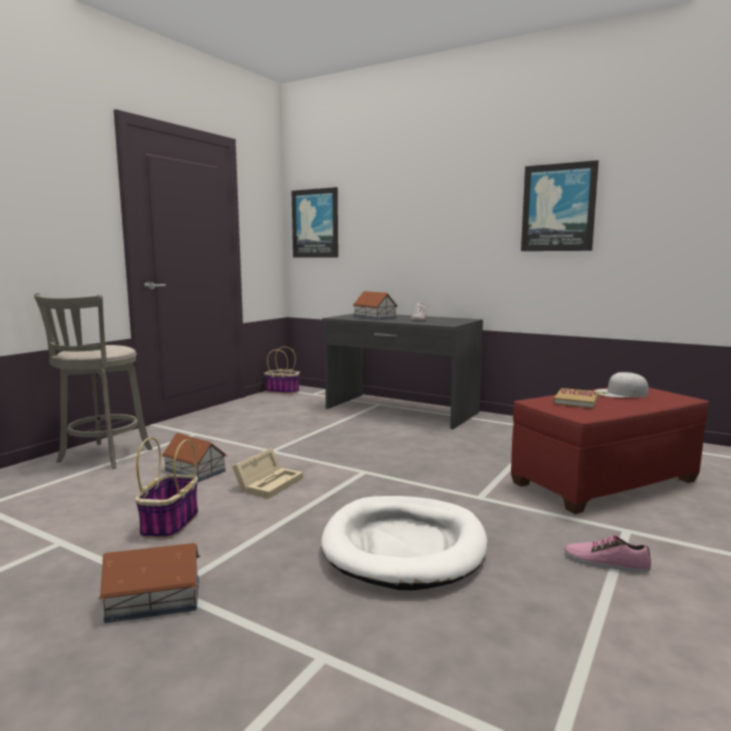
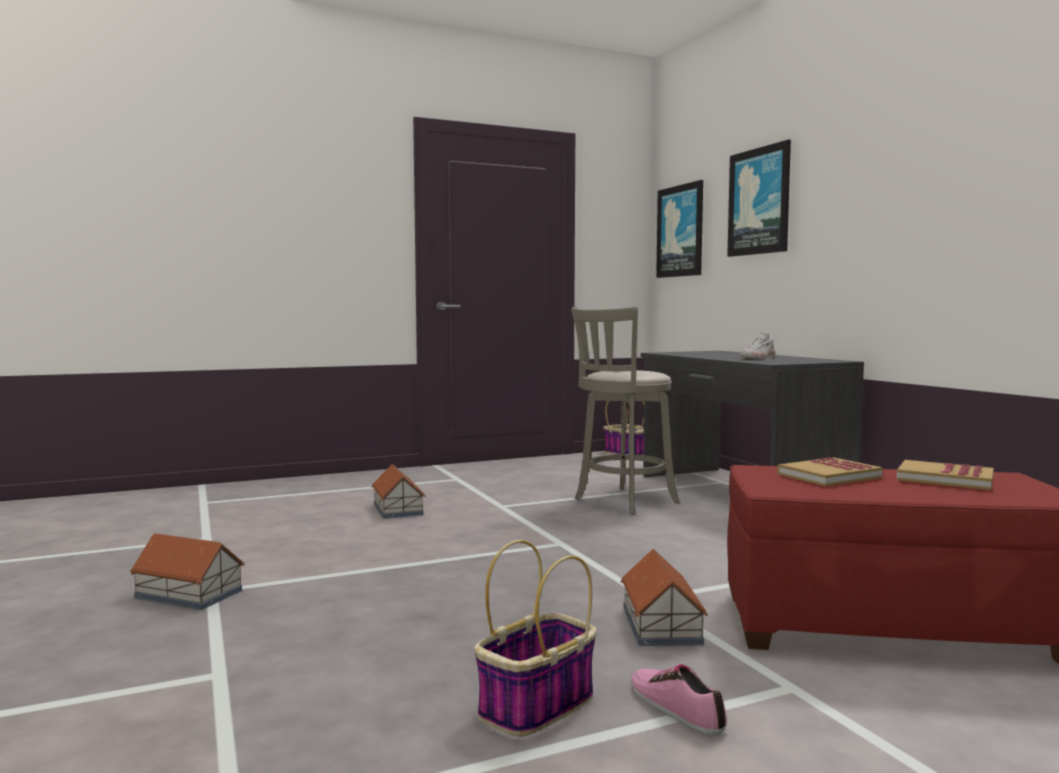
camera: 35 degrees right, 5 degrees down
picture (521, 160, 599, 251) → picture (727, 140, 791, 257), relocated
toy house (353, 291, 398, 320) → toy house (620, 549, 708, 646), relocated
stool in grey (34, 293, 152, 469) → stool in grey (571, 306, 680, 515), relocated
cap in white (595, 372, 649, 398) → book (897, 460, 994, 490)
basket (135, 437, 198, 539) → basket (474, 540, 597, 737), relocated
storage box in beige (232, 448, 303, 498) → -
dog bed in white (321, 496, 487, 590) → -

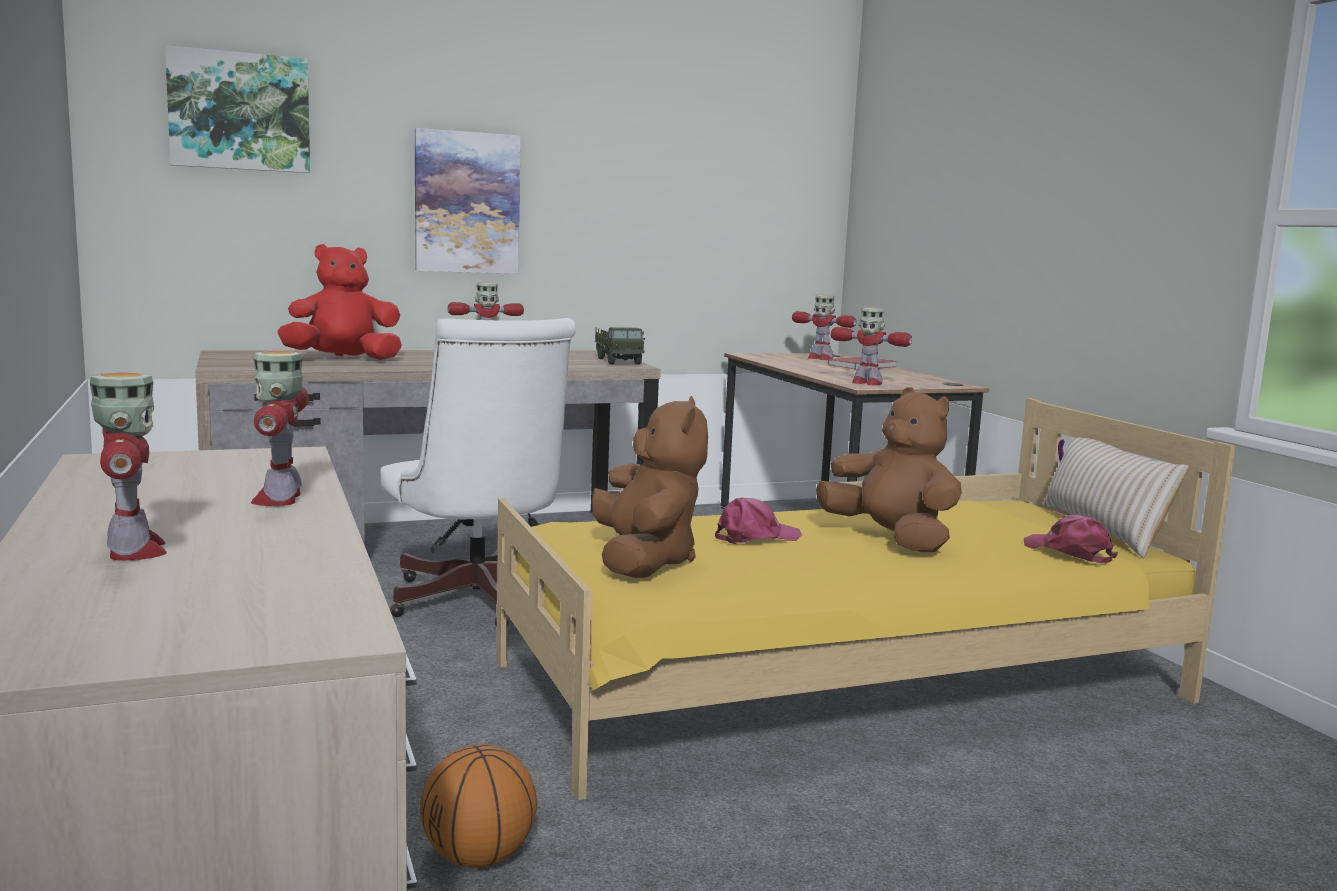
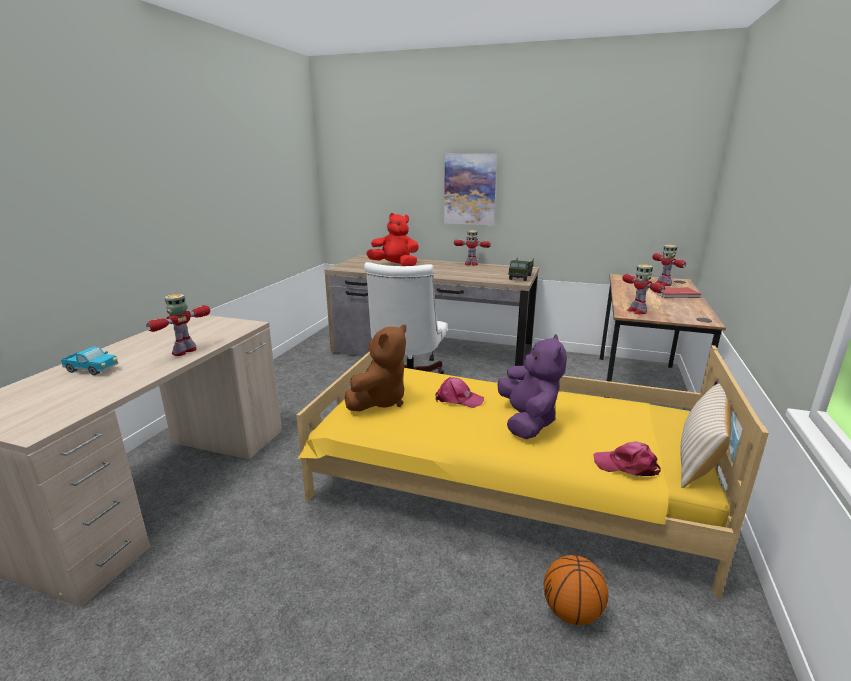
camera: 40 degrees right, 10 degrees up
picture (165, 45, 310, 173) → -
toy robot (90, 372, 167, 561) → toy truck (61, 347, 119, 375)
plush toy in brown (816, 387, 962, 552) → plush toy in purple (497, 334, 567, 439)
cap in pink (1024, 515, 1118, 563) → cap in pink (593, 442, 661, 476), 75 degrees counterclockwise
basketball (420, 744, 537, 868) → basketball (544, 555, 608, 625), relocated

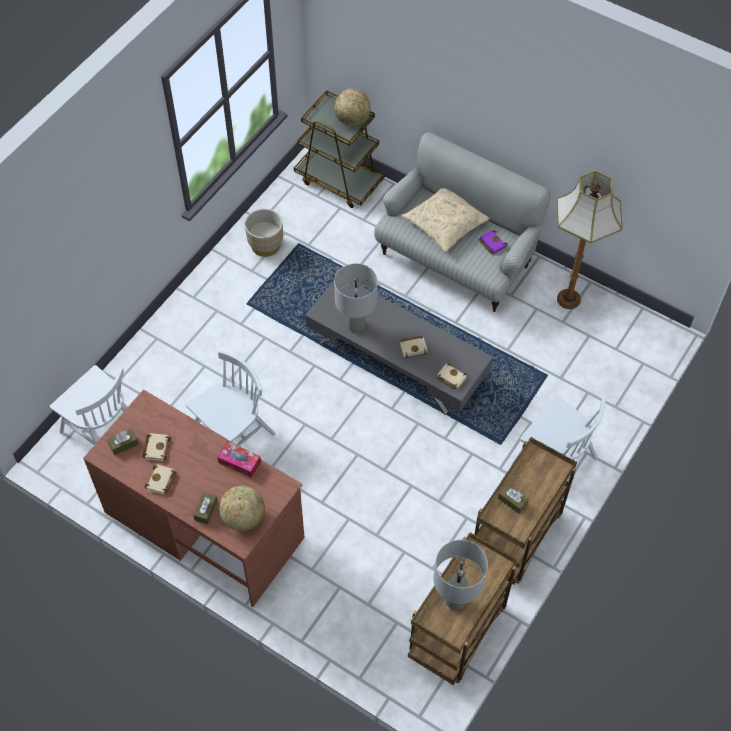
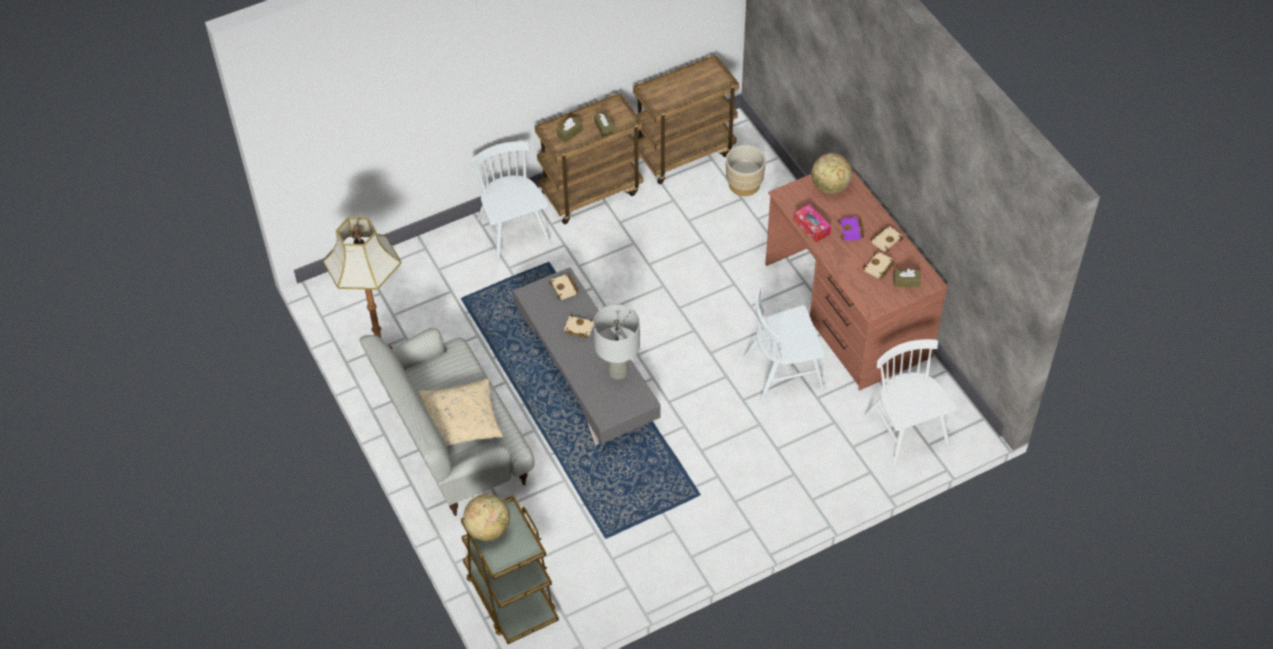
camera: 150 degrees left, 5 degrees down
planter in beige (245, 209, 283, 257) → planter in beige (726, 145, 766, 196), relocated
book in purple (478, 230, 507, 254) → book in purple (838, 217, 864, 241), relocated
tissue box in brown (193, 492, 217, 524) → tissue box in brown (557, 117, 583, 143), relocated
table lamp in grey (434, 540, 488, 610) → -

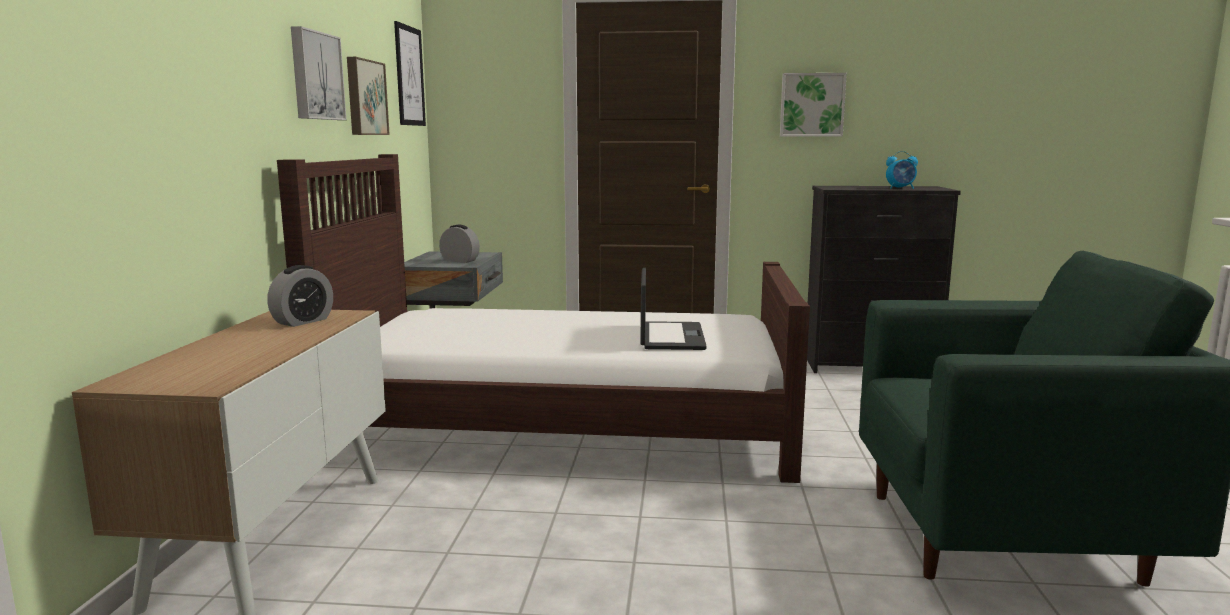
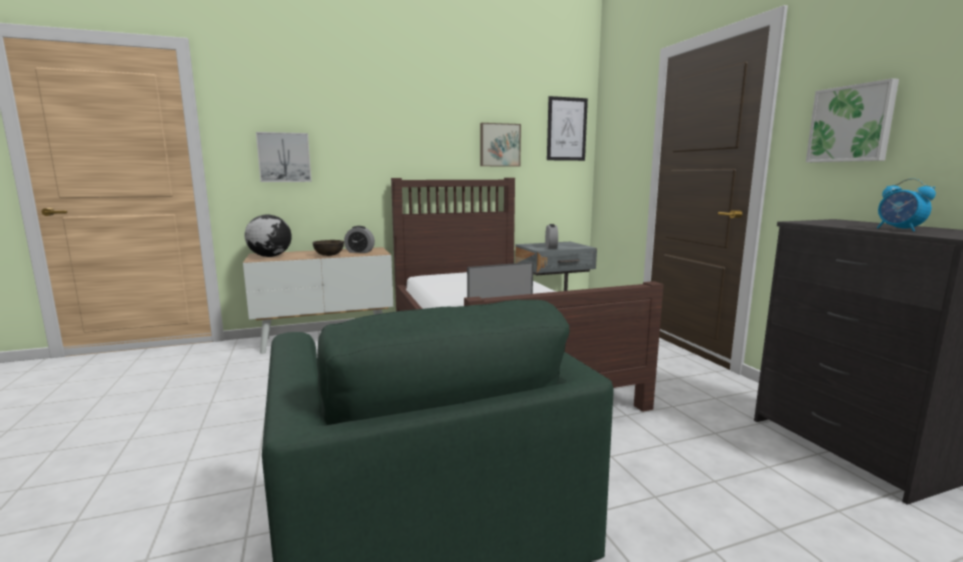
camera: 65 degrees right, 0 degrees up
picture (291, 26, 346, 120) → picture (256, 132, 312, 182), relocated
- → globe (245, 214, 292, 257)
- → bowl in brown (313, 240, 344, 256)

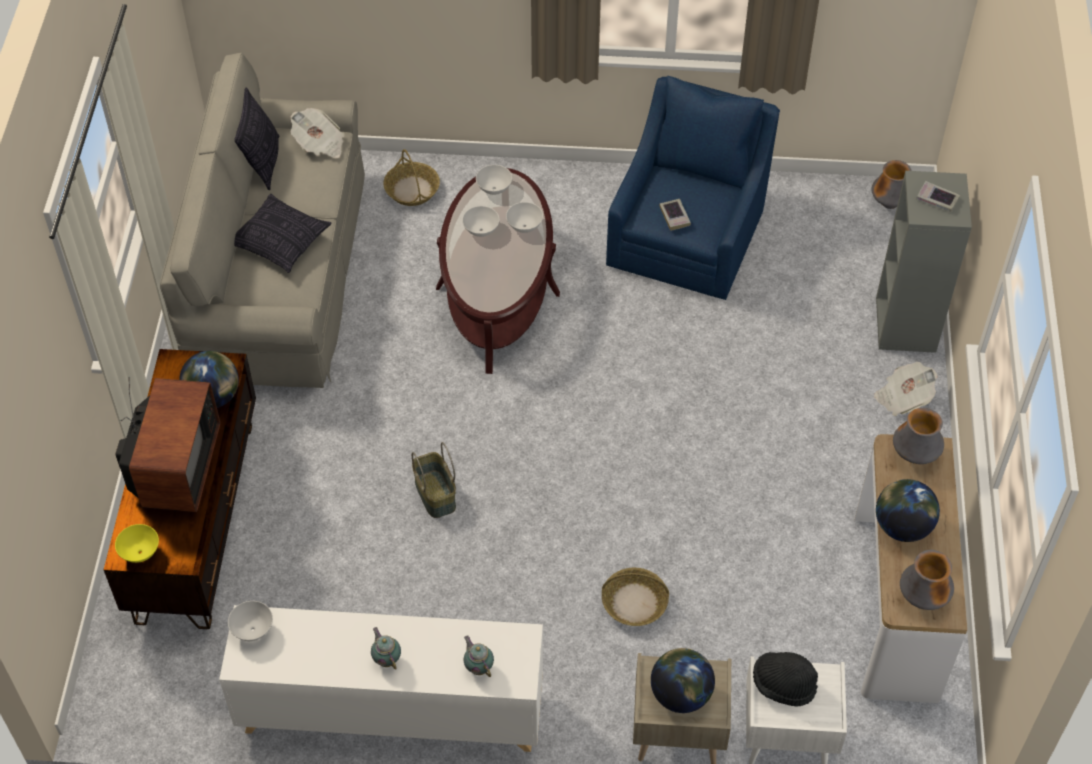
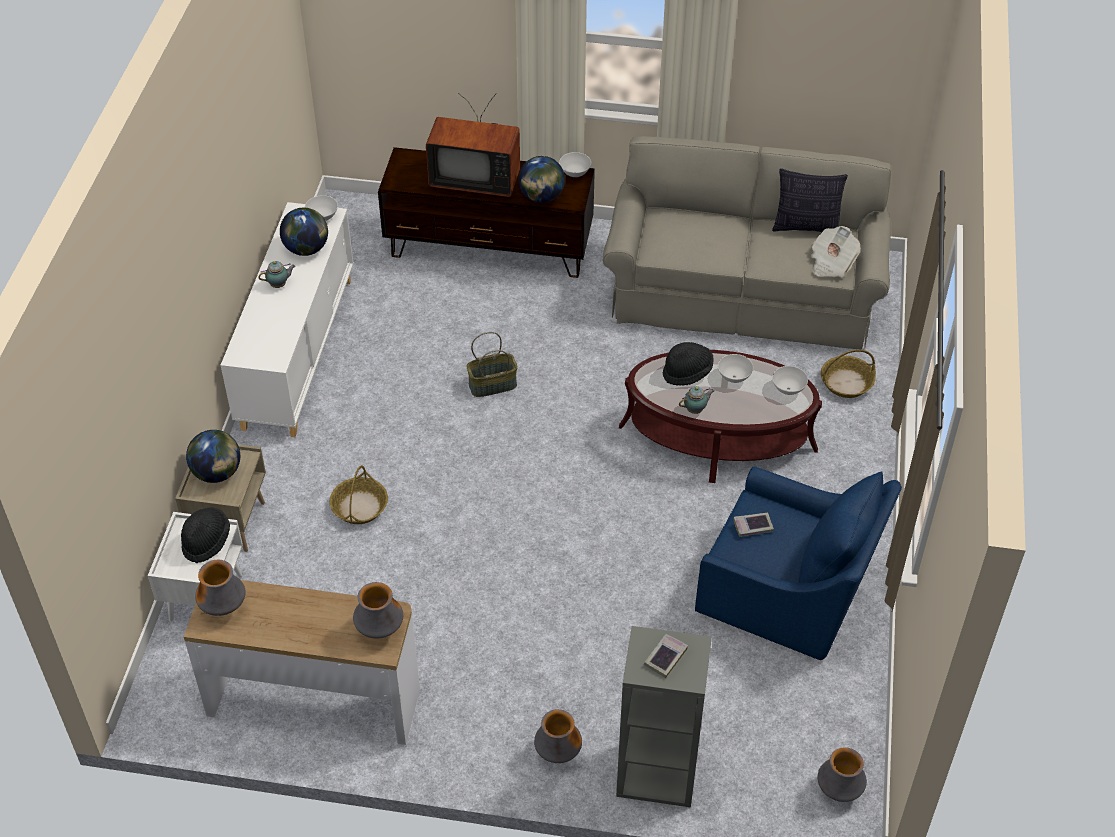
camera: 95 degrees right, 5 degrees down
pillow (234, 194, 331, 273) → -
bowl in white (506, 202, 543, 233) → bowl in white (559, 152, 591, 177), relocated
newspaper (874, 362, 938, 416) → vase (534, 709, 582, 763)
globe (876, 479, 940, 542) → globe (280, 208, 328, 256), relocated
bowl in yellow (115, 524, 159, 563) → -
teapot (464, 636, 494, 677) → teapot (679, 386, 715, 414), relocated
- → hat in black (663, 342, 714, 386)

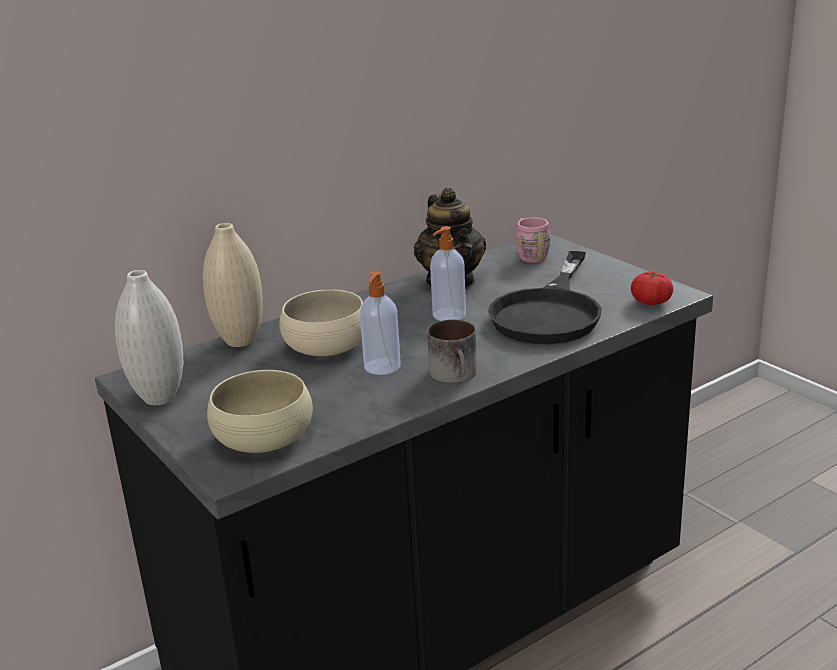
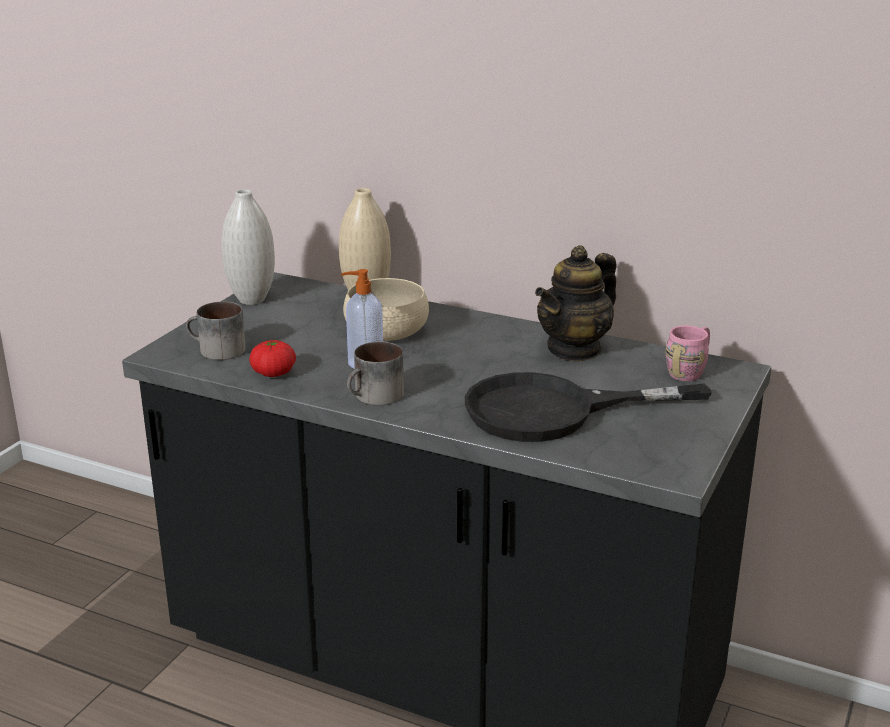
camera: 60 degrees right, 0 degrees up
soap dispenser (430, 226, 466, 321) → -
tomato (631, 272, 673, 305) → tomato (249, 340, 296, 377), relocated
bowl in beige (207, 370, 313, 453) → mug (186, 302, 246, 360)

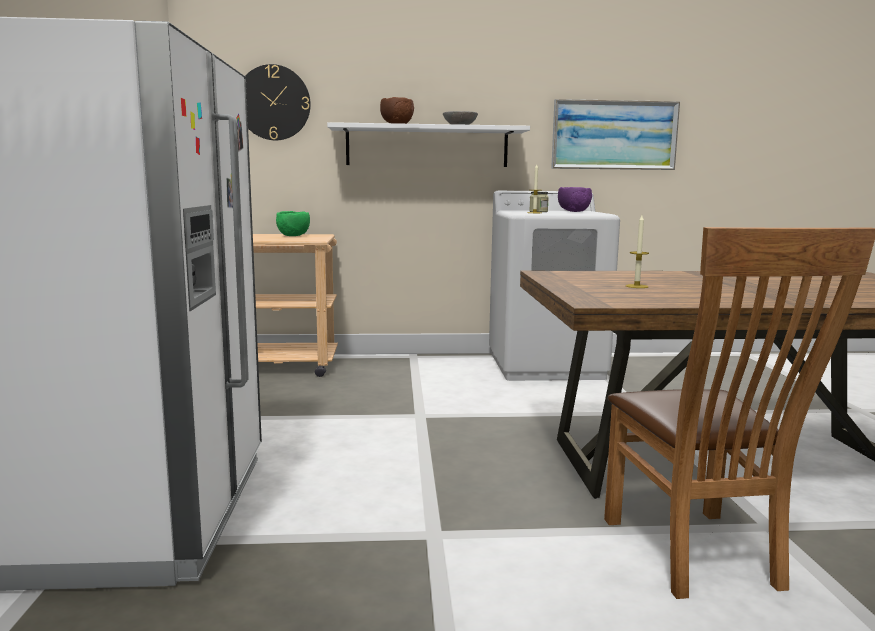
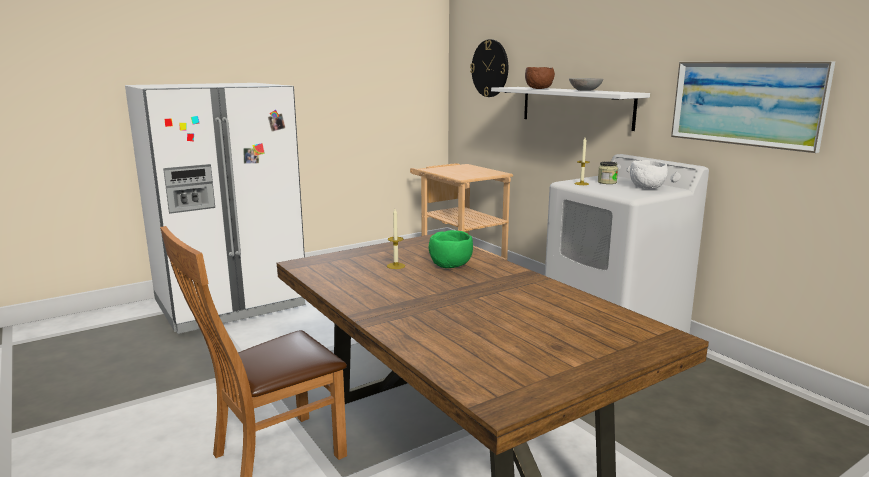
camera: 60 degrees right, 5 degrees up
bowl in purple (558, 187, 592, 212) → bowl in white (630, 160, 668, 189)
bowl in green (276, 211, 310, 236) → bowl in green (429, 230, 473, 268), relocated

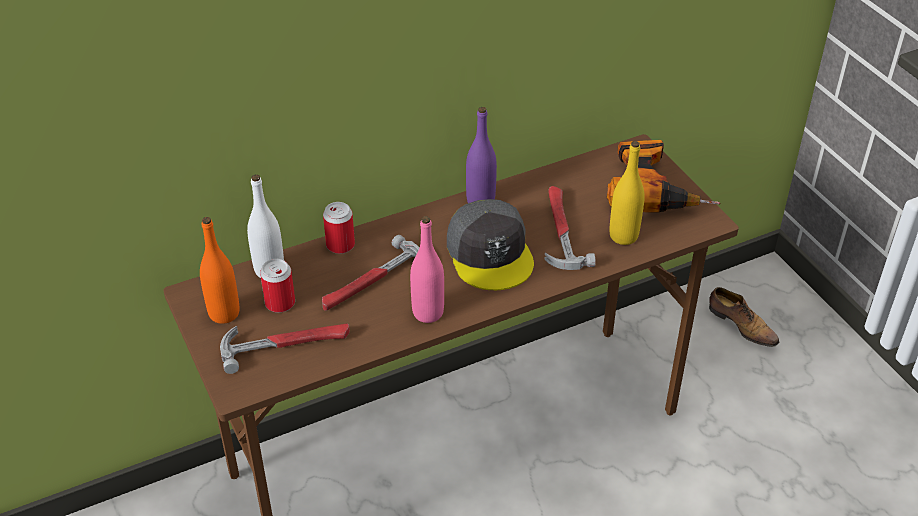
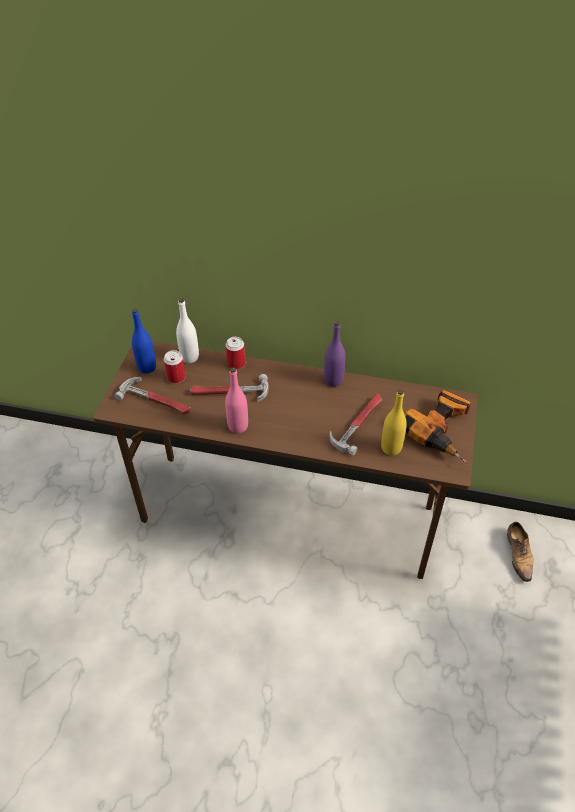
camera: 40 degrees right, 5 degrees up
cap in grey (447, 199, 534, 290) → -
bottle in orange (200, 217, 240, 324) → bottle in blue (132, 308, 156, 374)

